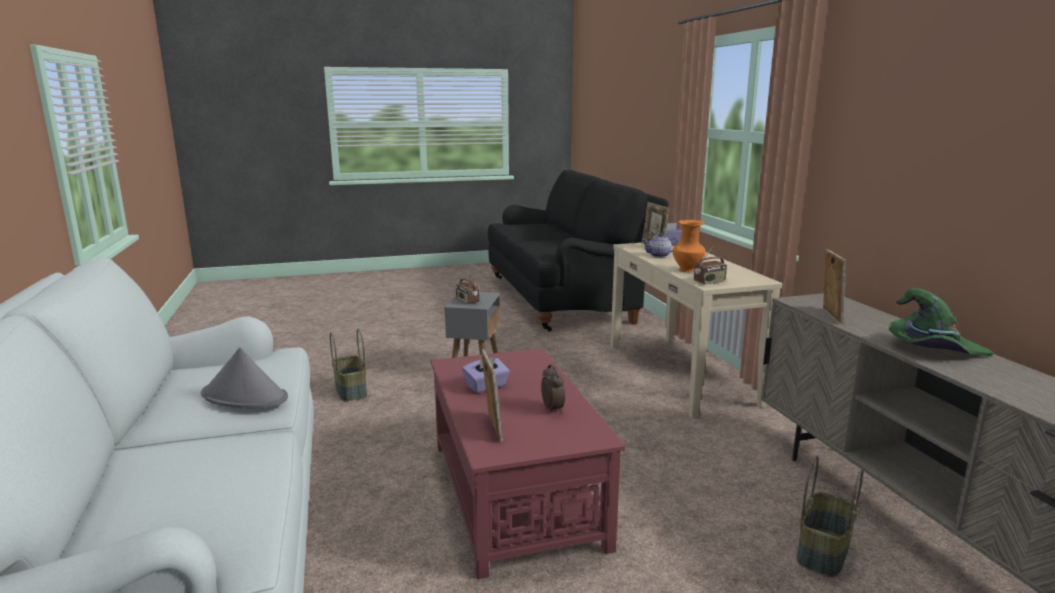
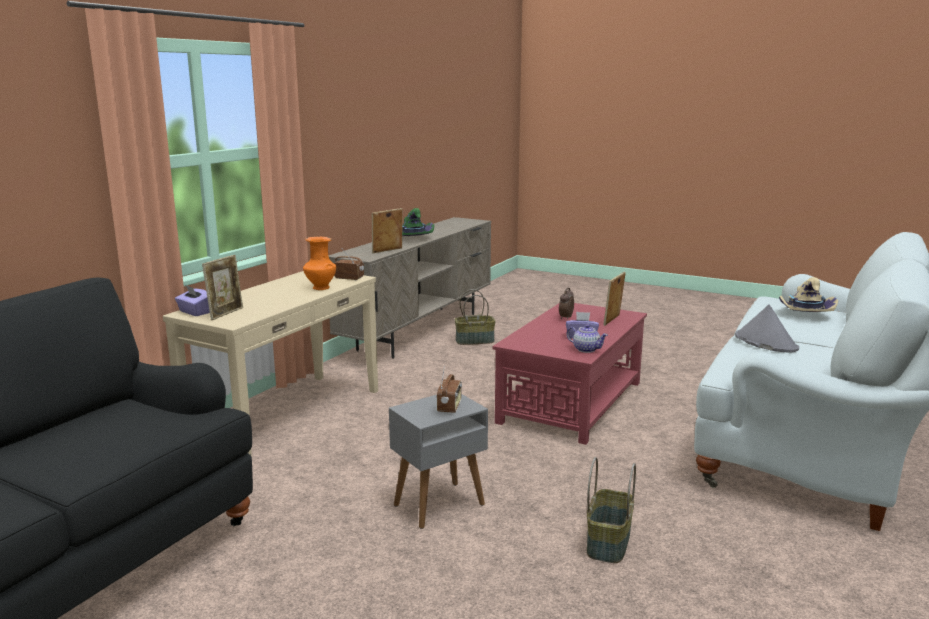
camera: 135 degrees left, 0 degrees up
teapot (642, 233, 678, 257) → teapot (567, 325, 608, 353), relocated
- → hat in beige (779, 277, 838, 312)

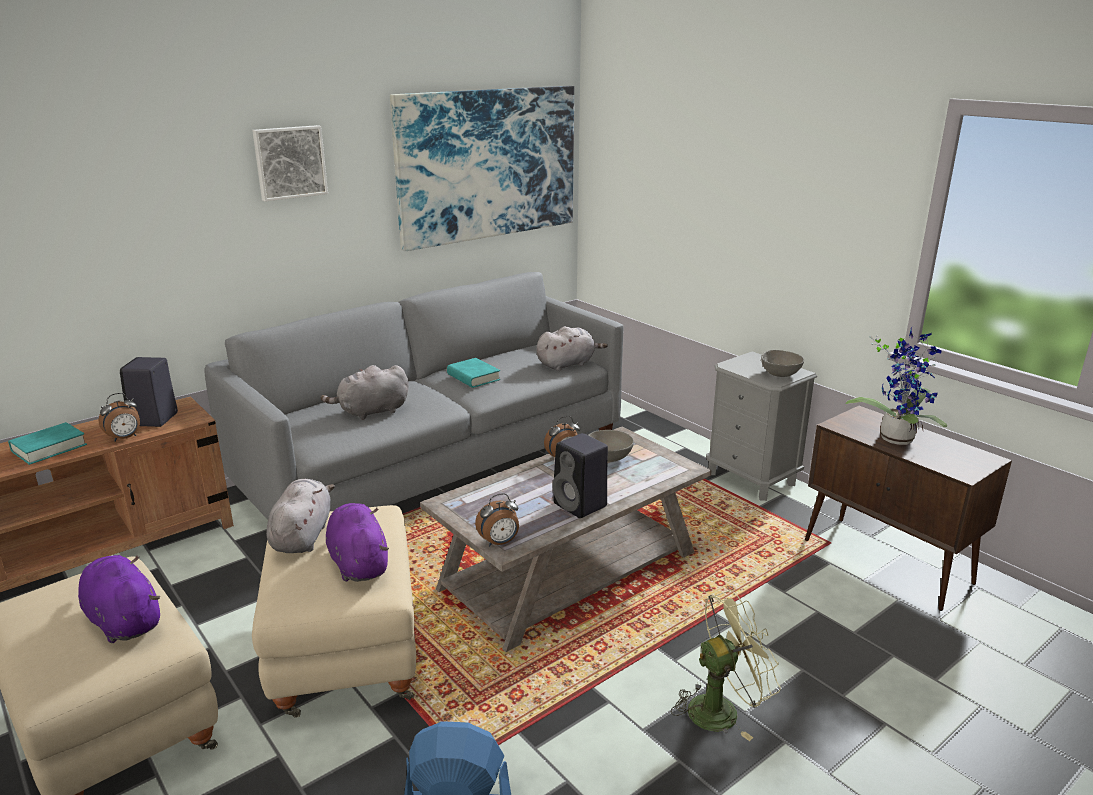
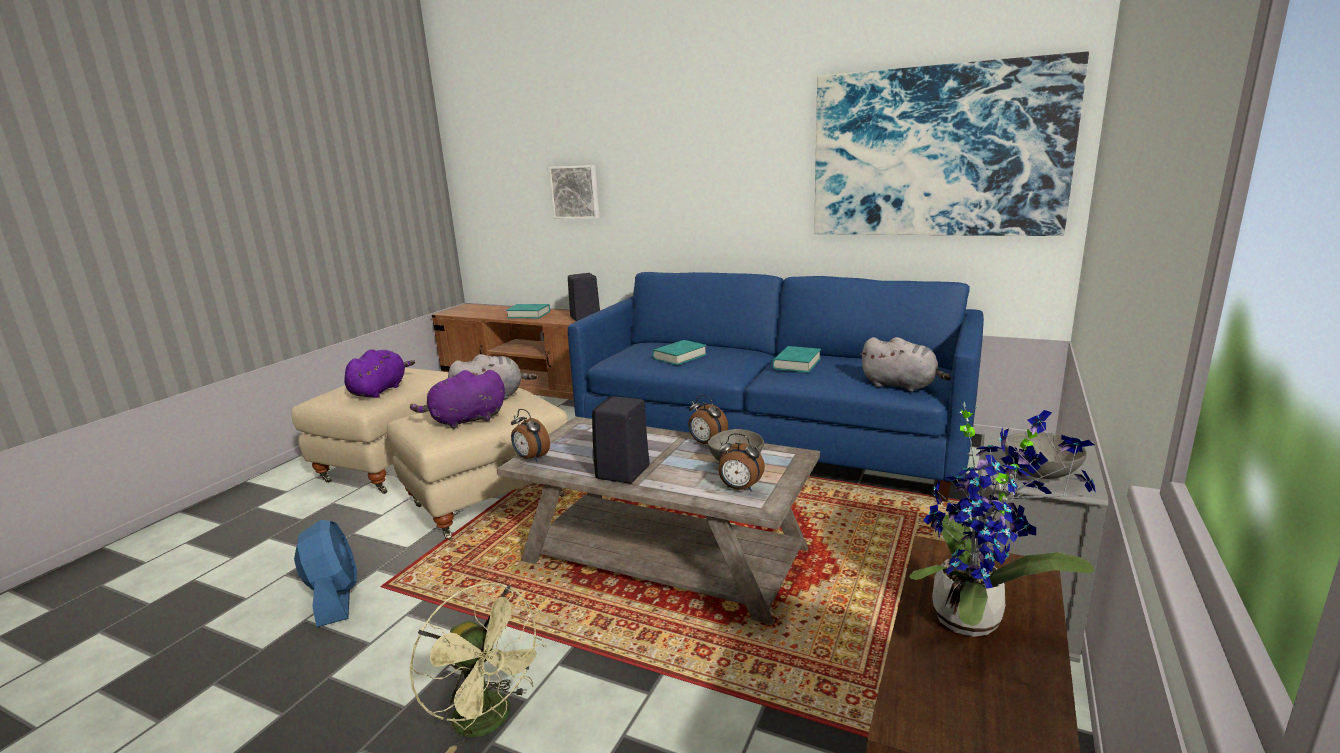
camera: 65 degrees right, 5 degrees down
picture (252, 125, 328, 202) → picture (549, 165, 599, 219), relocated
sofa in grey (205, 272, 623, 520) → sofa in blue (568, 272, 984, 502)
plush toy in grey (321, 365, 409, 420) → book in turquoise (652, 340, 707, 365)
alarm clock (98, 393, 140, 442) → alarm clock (718, 433, 765, 491), relocated
plush toy in purple (326, 503, 389, 582) → plush toy in purple (410, 370, 505, 429), 150 degrees counterclockwise

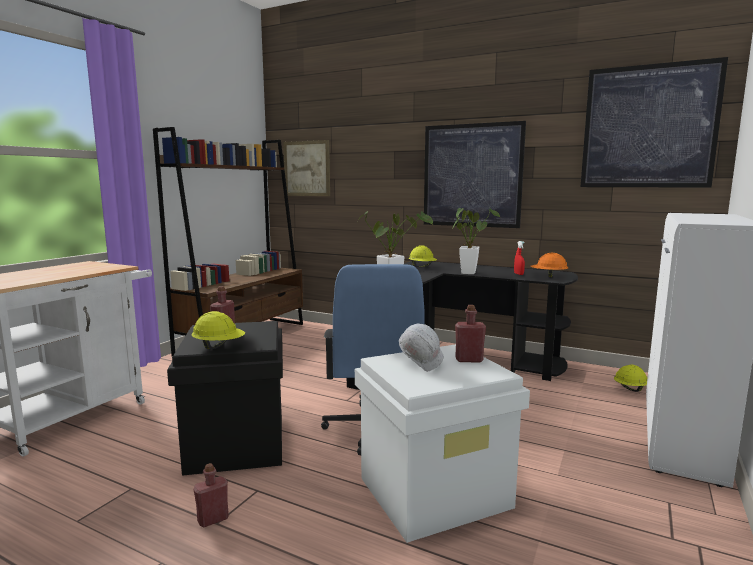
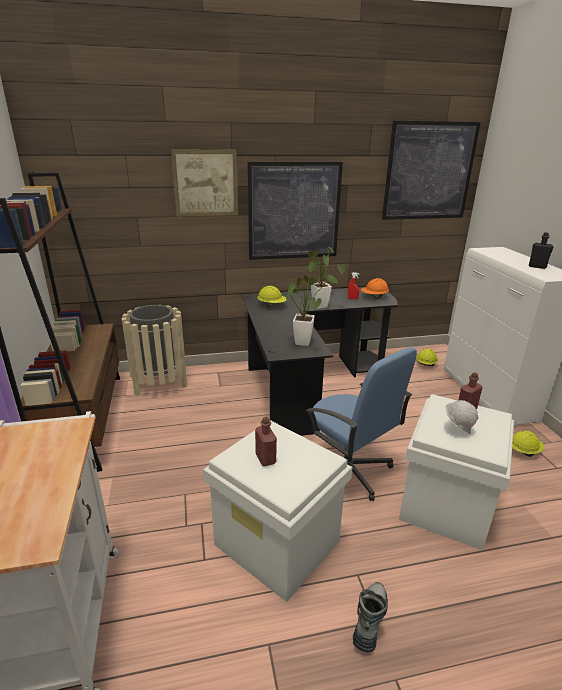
camera: 40 degrees left, 15 degrees up
picture (283, 140, 330, 196) → picture (171, 149, 238, 217), relocated
hard hat in yellow (191, 311, 245, 349) → hard hat in yellow (512, 431, 544, 457), relocated
storage box in black (167, 321, 283, 476) → storage box in white (203, 420, 353, 602)
bottle in red (194, 463, 229, 527) → boot (353, 582, 388, 652)
- → bottle in black (529, 232, 554, 269)
- → trash can in beige (122, 305, 187, 396)

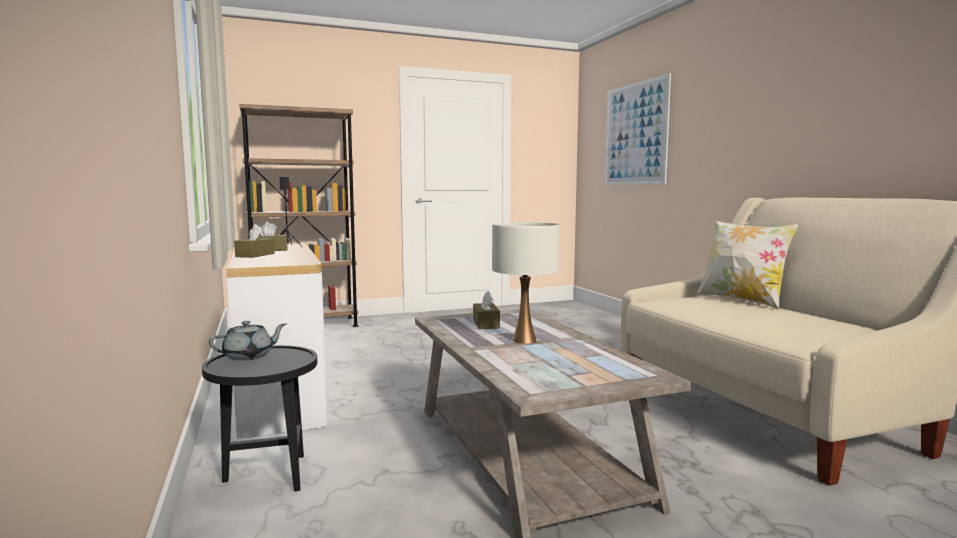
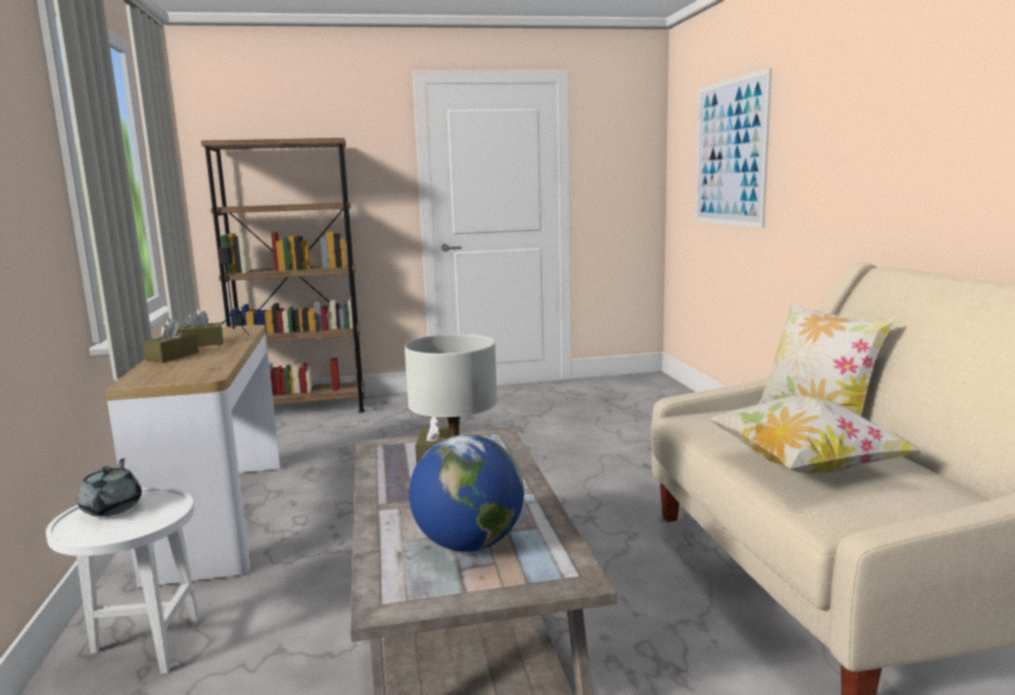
camera: 10 degrees right, 5 degrees up
teapot in grey (209, 321, 286, 361) → teapot in grey (78, 458, 142, 517), 75 degrees counterclockwise
side table in black (202, 345, 317, 491) → side table in white (46, 487, 199, 674)
- → pillow (707, 396, 925, 474)
- → globe (409, 435, 524, 552)

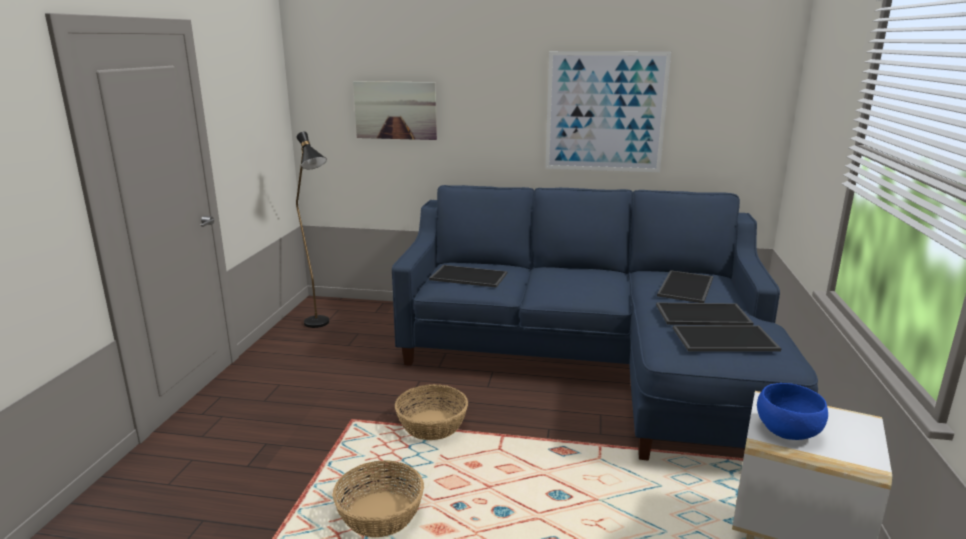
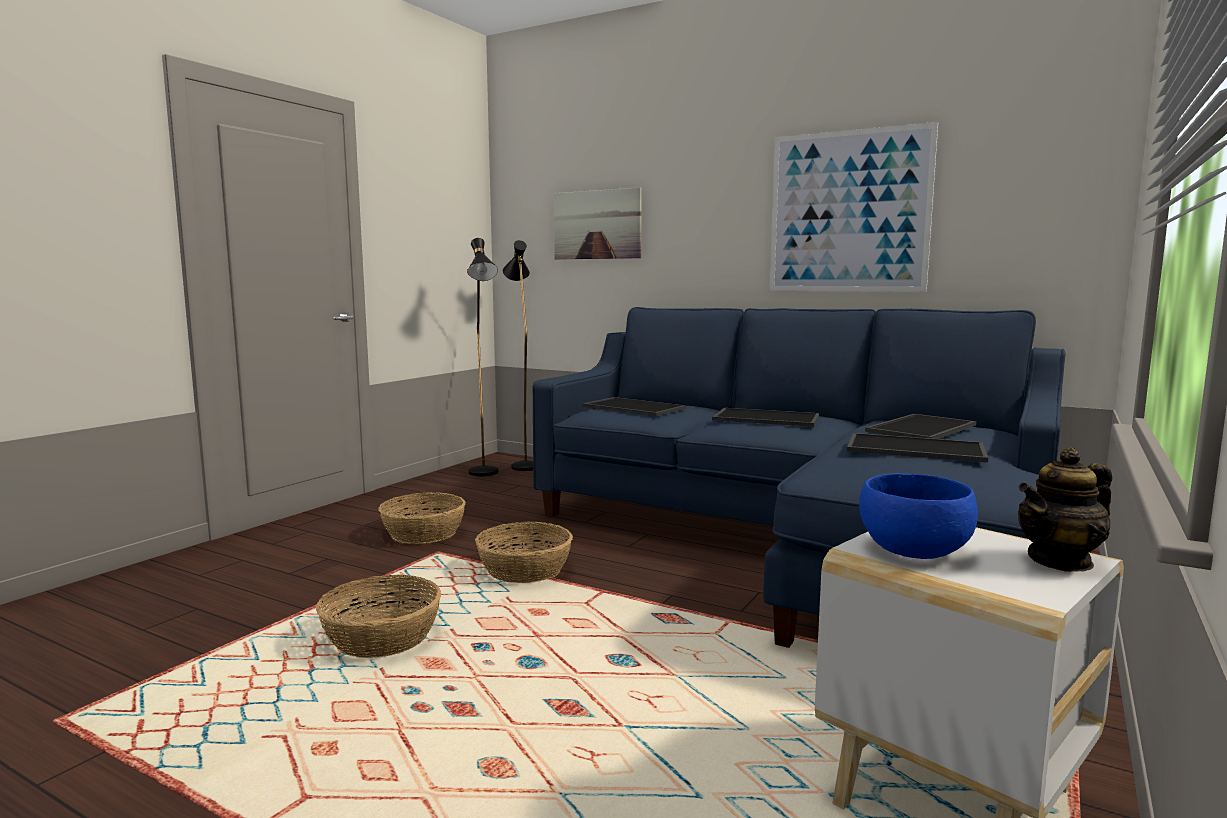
camera: 20 degrees right, 10 degrees down
tray (673, 325, 781, 352) → tray (712, 408, 819, 427), relocated
- → floor lamp in black (503, 240, 533, 471)
- → teapot (1018, 447, 1112, 572)
- → basket (378, 492, 466, 544)

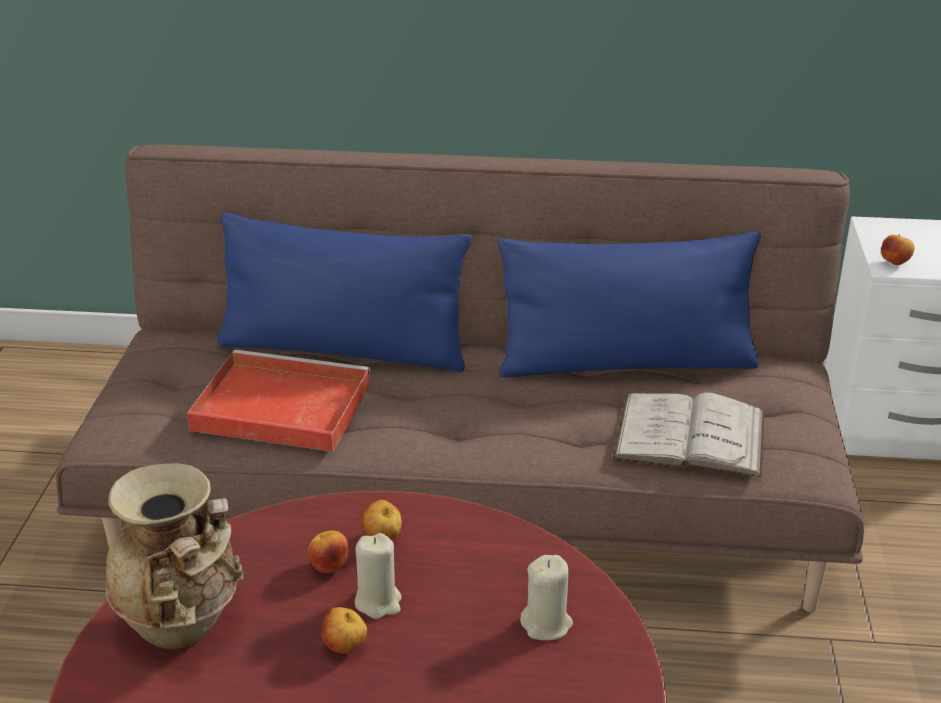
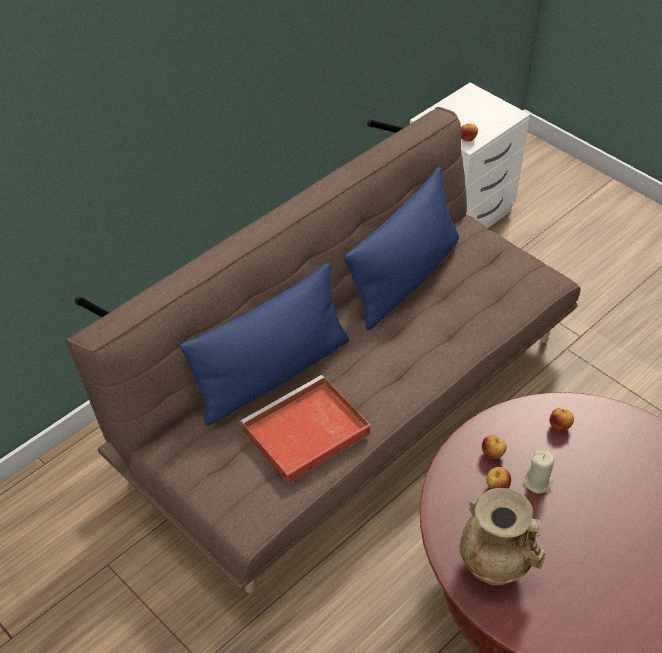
camera: 50 degrees left, 15 degrees up
book in white (613, 392, 764, 477) → -
candle in beige (520, 555, 573, 640) → -
apple (321, 607, 367, 654) → apple (549, 408, 574, 431), relocated

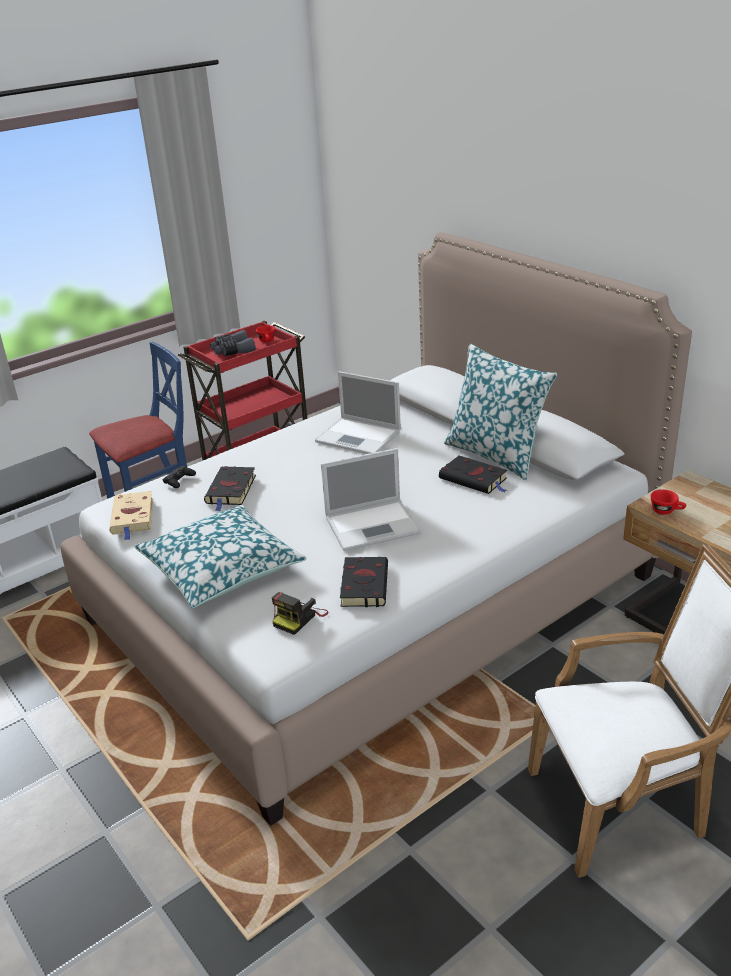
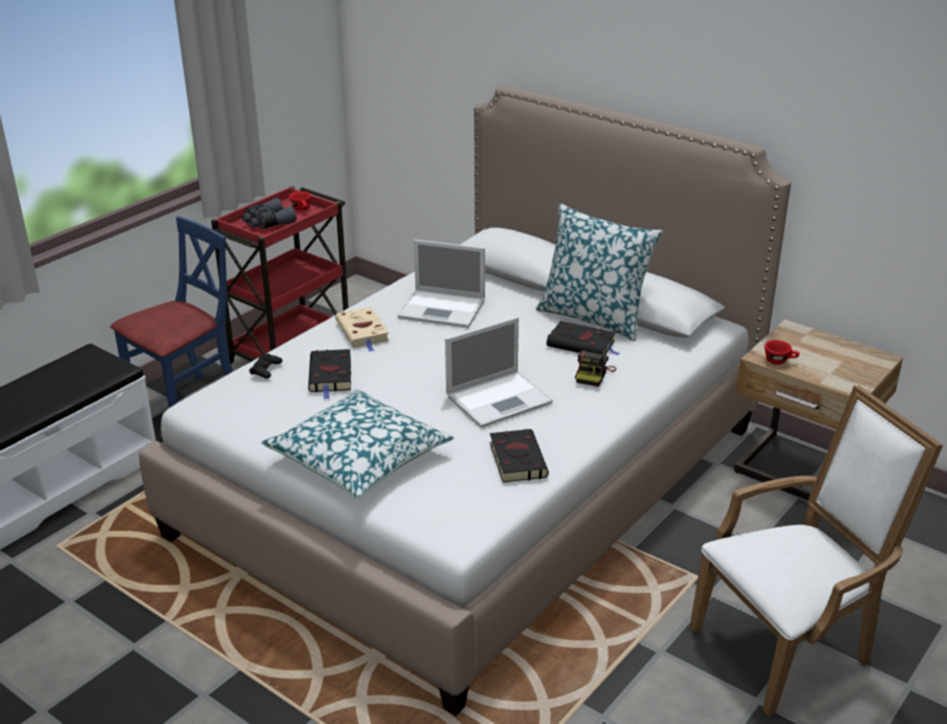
camera: 15 degrees left, 0 degrees up
book in beige (109, 491, 153, 540) → book in beige (335, 307, 389, 352), relocated
photo camera (272, 592, 328, 635) → photo camera (575, 351, 616, 387), relocated

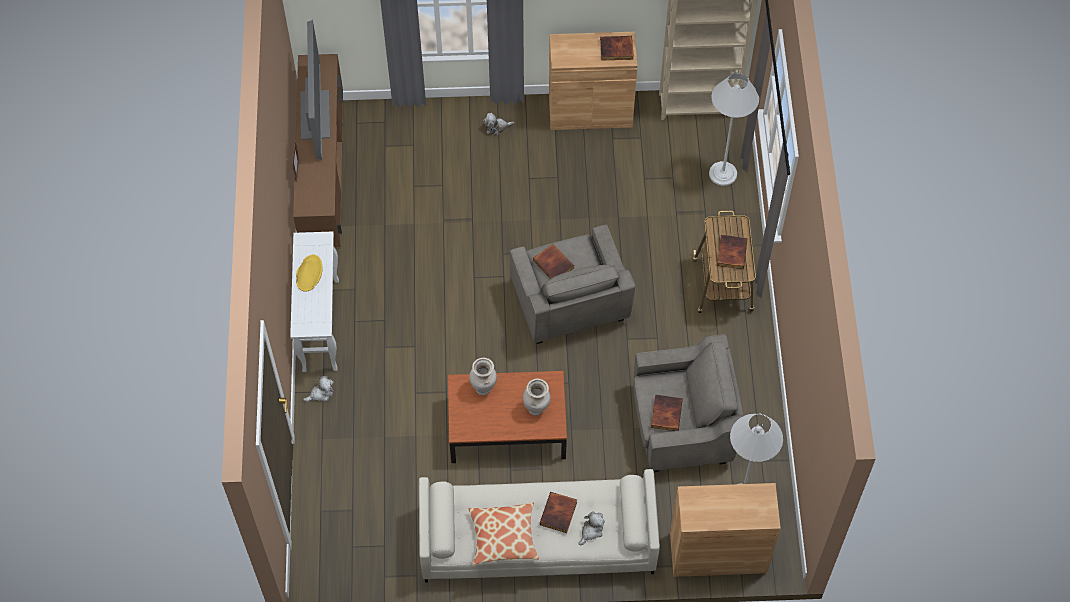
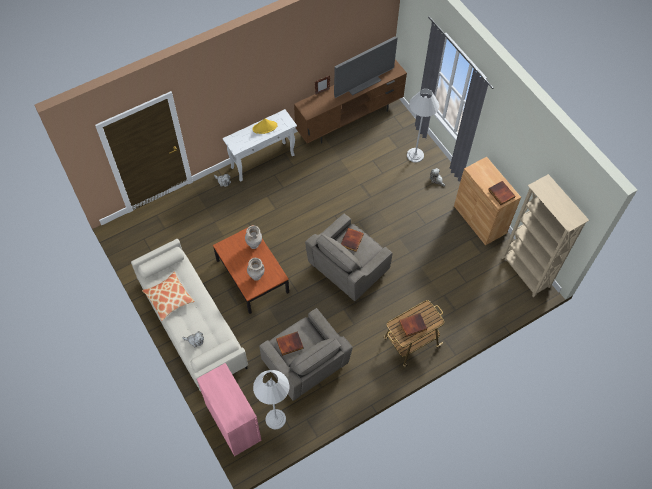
camera: 60 degrees right, 0 degrees up
floor lamp in white (709, 73, 759, 186) → floor lamp in white (407, 88, 439, 163), relocated
cabinet in brown (670, 483, 781, 577) → cabinet in pink (197, 363, 262, 456)
book (540, 492, 577, 533) → -

